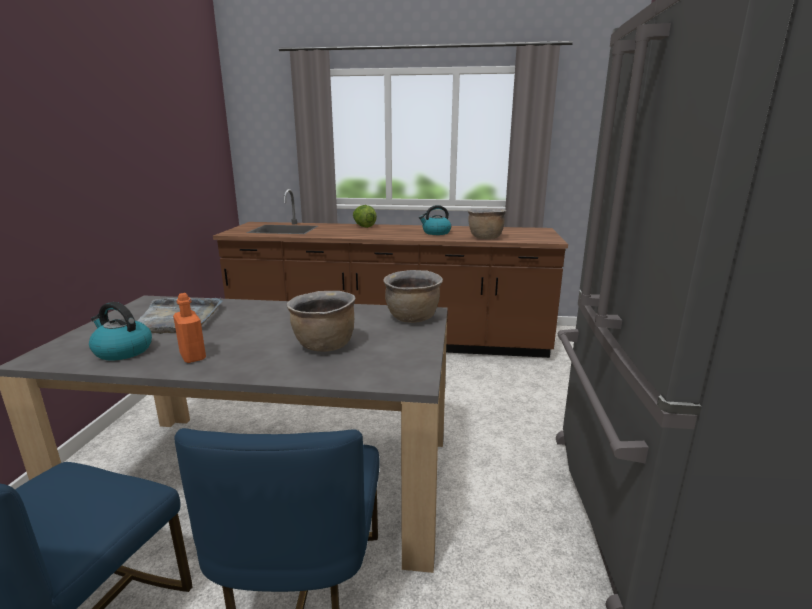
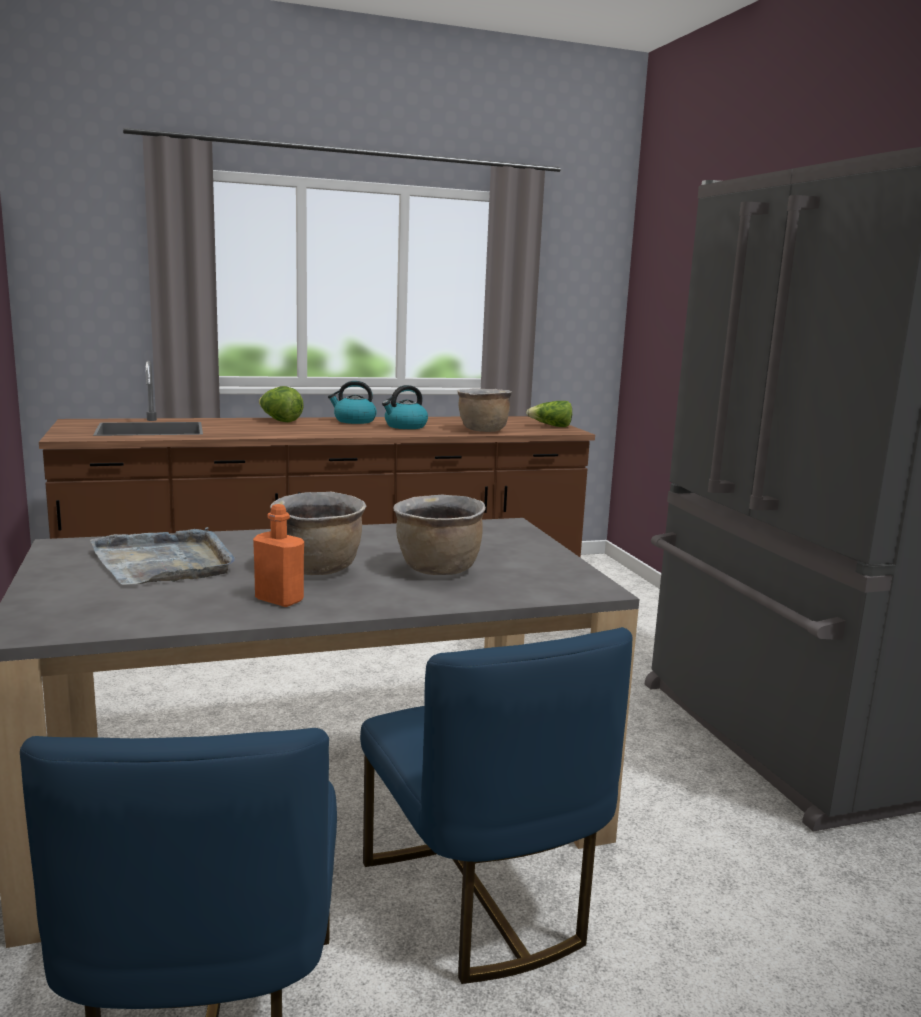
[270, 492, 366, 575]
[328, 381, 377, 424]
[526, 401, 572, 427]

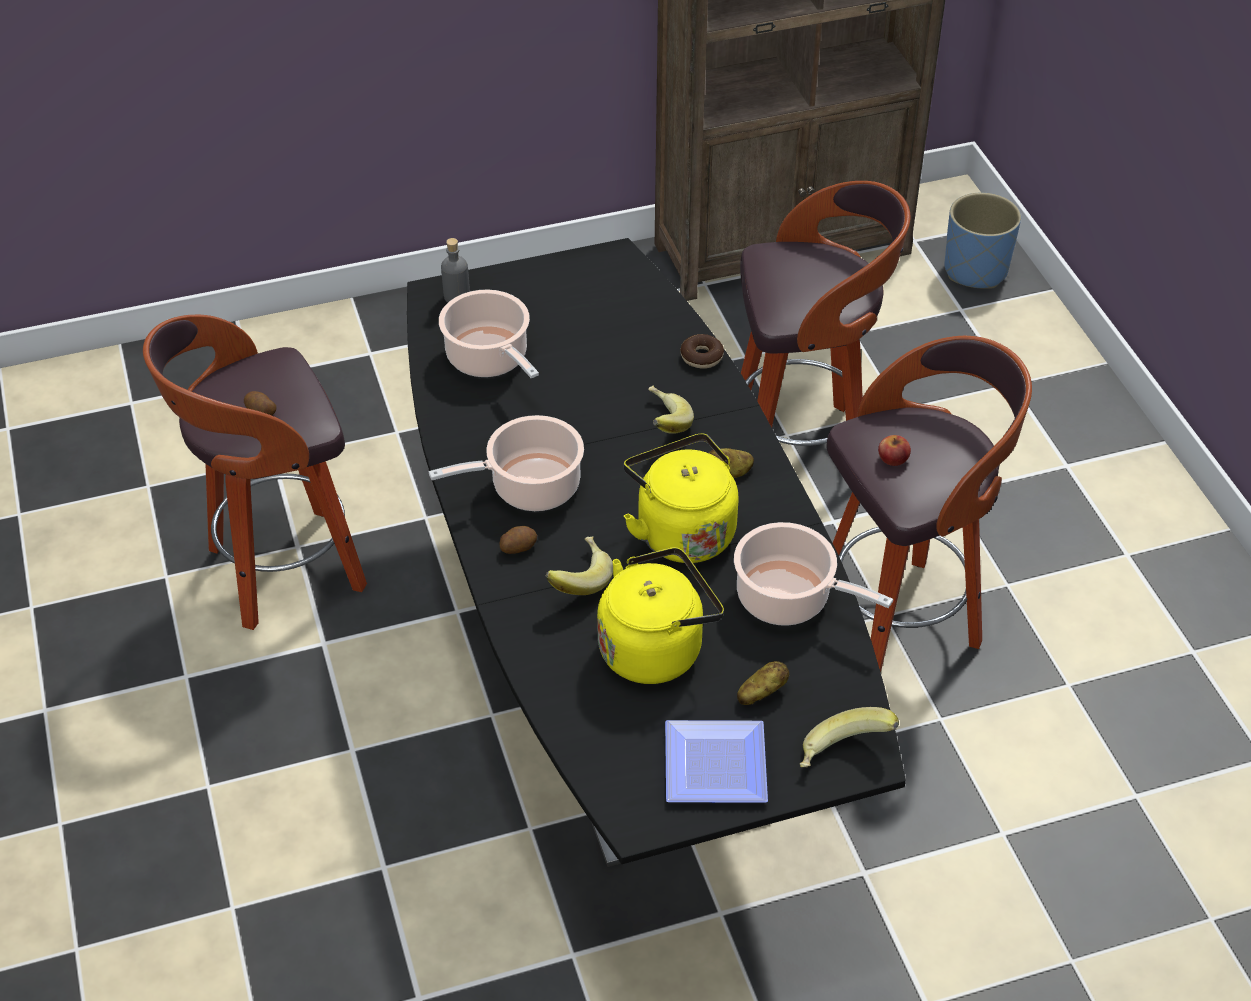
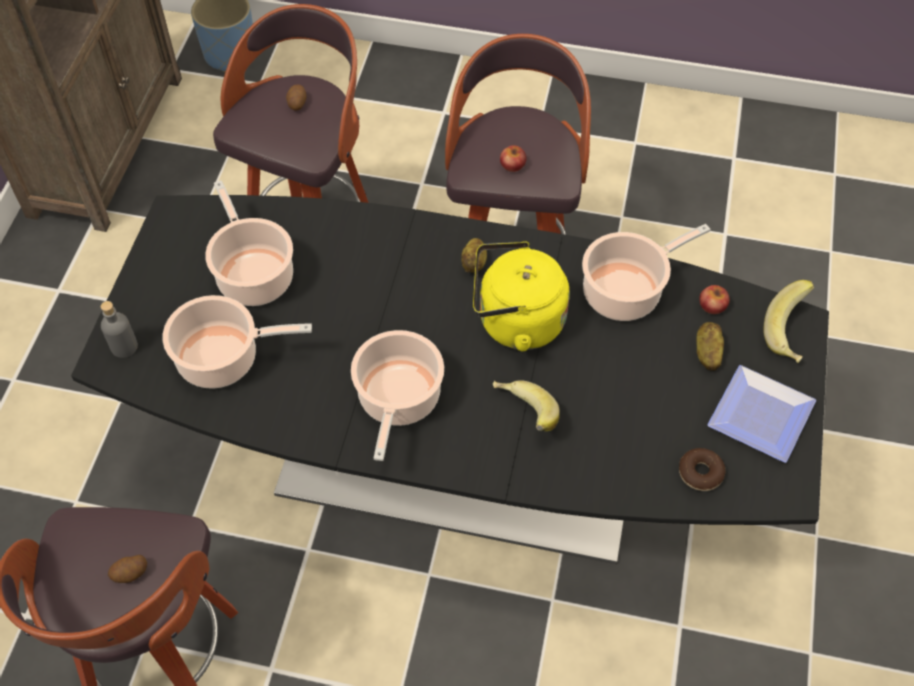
[679, 448, 726, 491]
[648, 386, 694, 434] (first image)
[286, 84, 307, 111]
[597, 547, 724, 684] (first image)
[205, 180, 293, 306]
[699, 285, 730, 314]

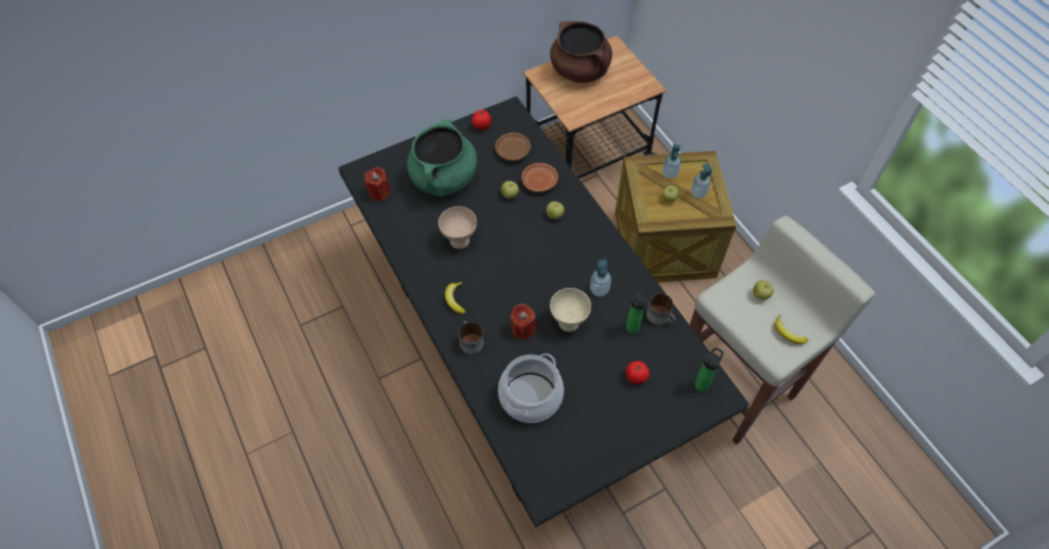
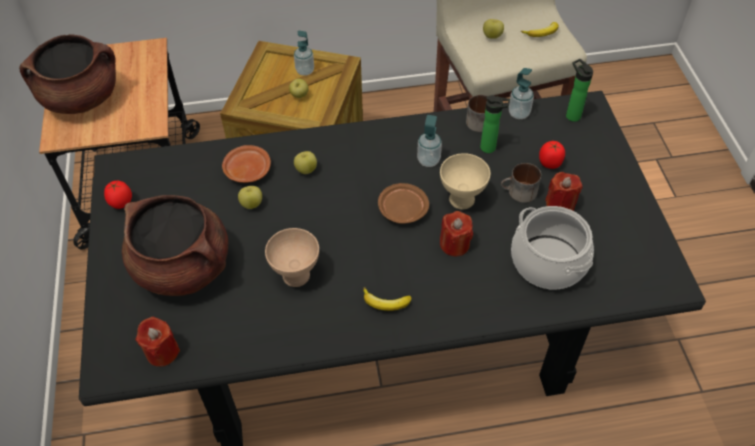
[122, 195, 228, 296]
[378, 183, 429, 224]
[509, 68, 534, 119]
[501, 163, 541, 203]
[545, 172, 583, 211]

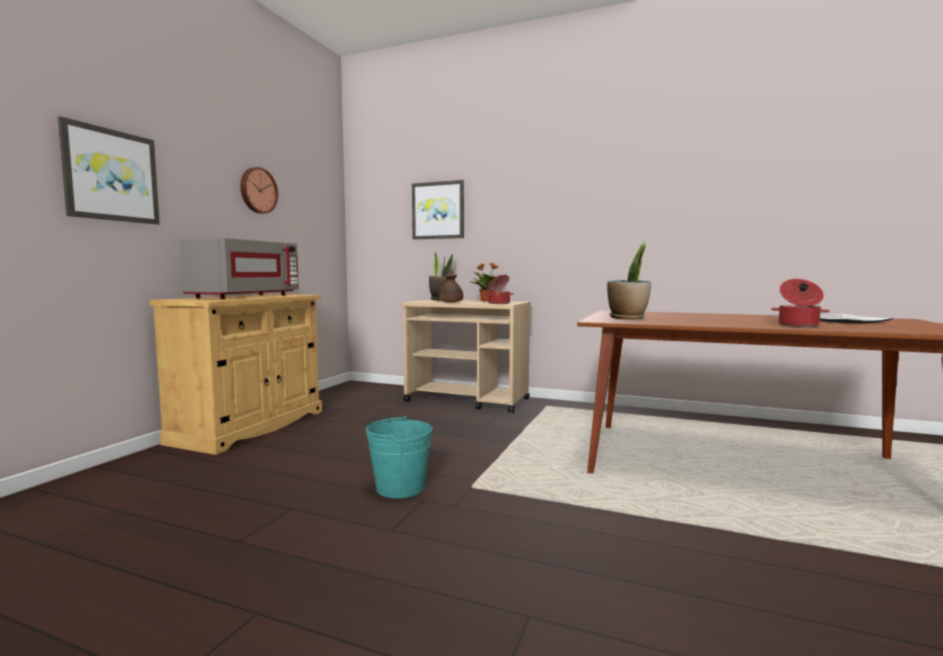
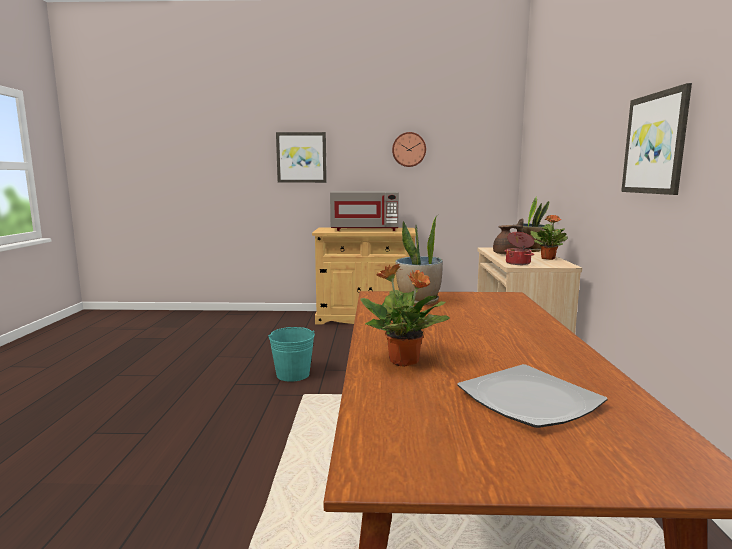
[621, 83, 692, 195]
[361, 264, 450, 367]

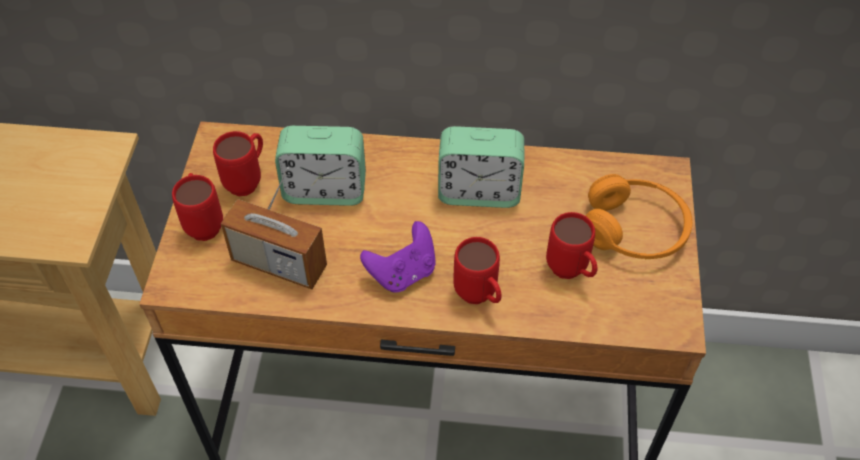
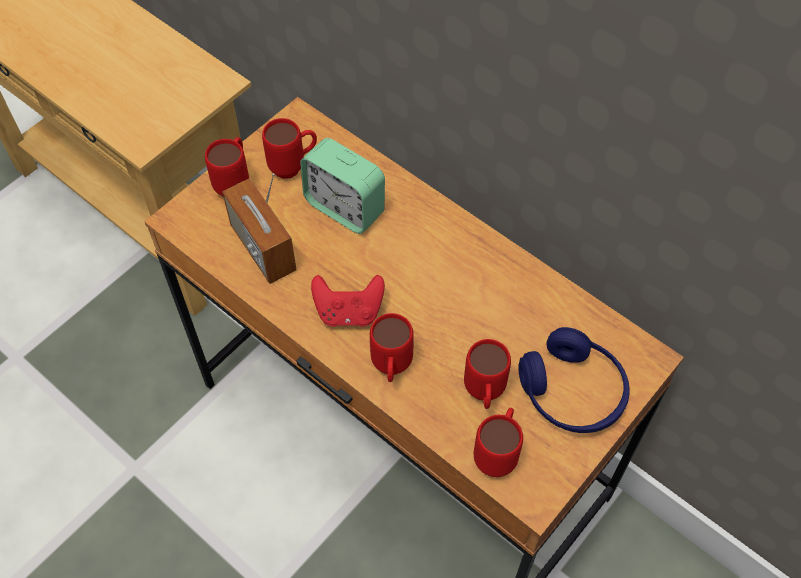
[438, 126, 525, 208] (first image)
[518, 327, 630, 433]
[311, 275, 385, 327]
[474, 408, 523, 477]

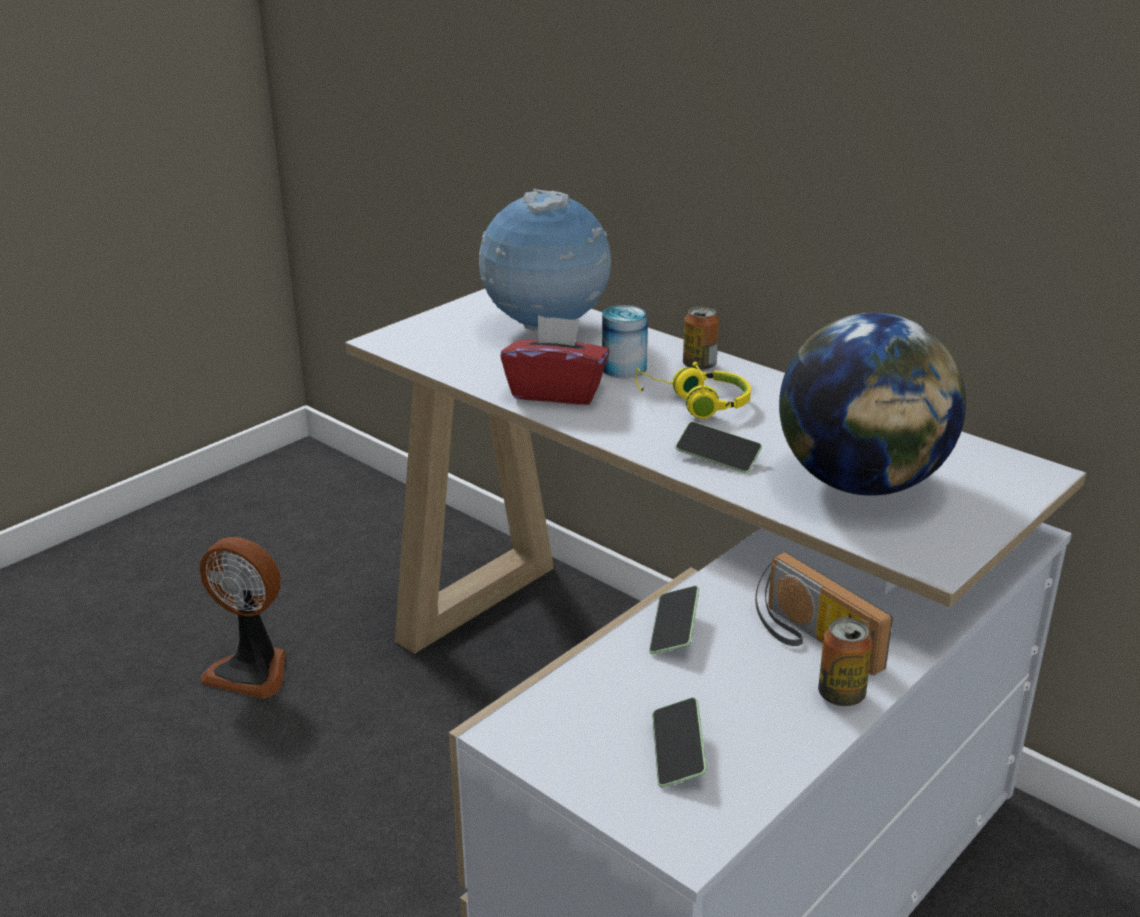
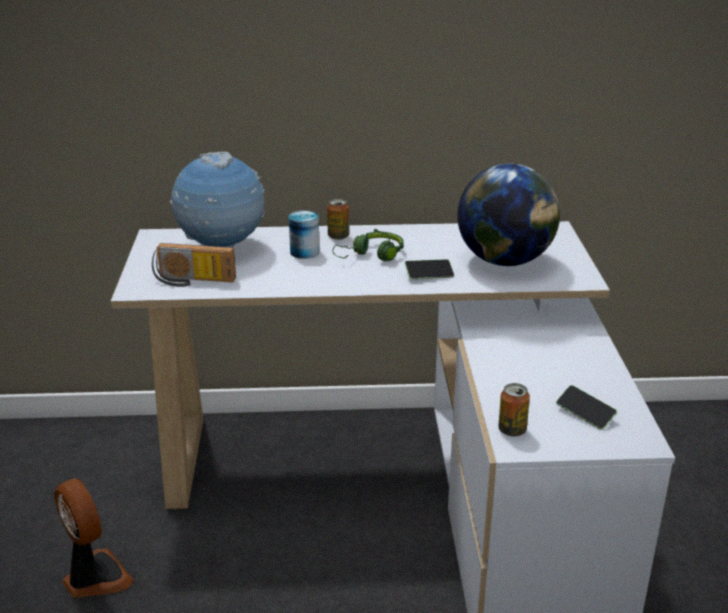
[500, 315, 609, 405] (first image)
[333, 229, 403, 261]
[54, 479, 134, 598]
[152, 243, 236, 287]
[649, 586, 699, 654] (first image)
[498, 383, 530, 437]

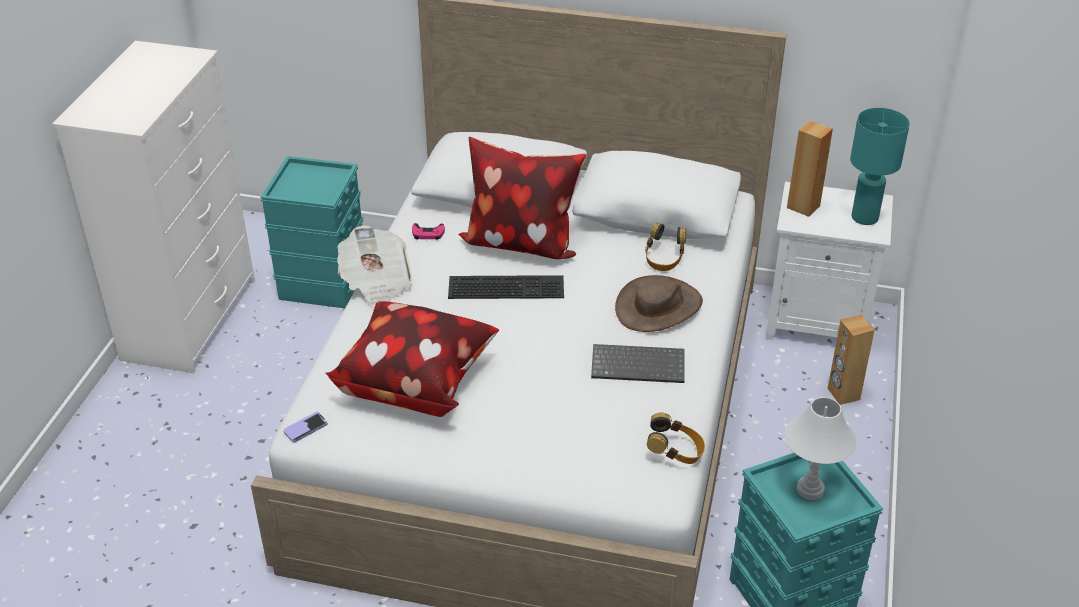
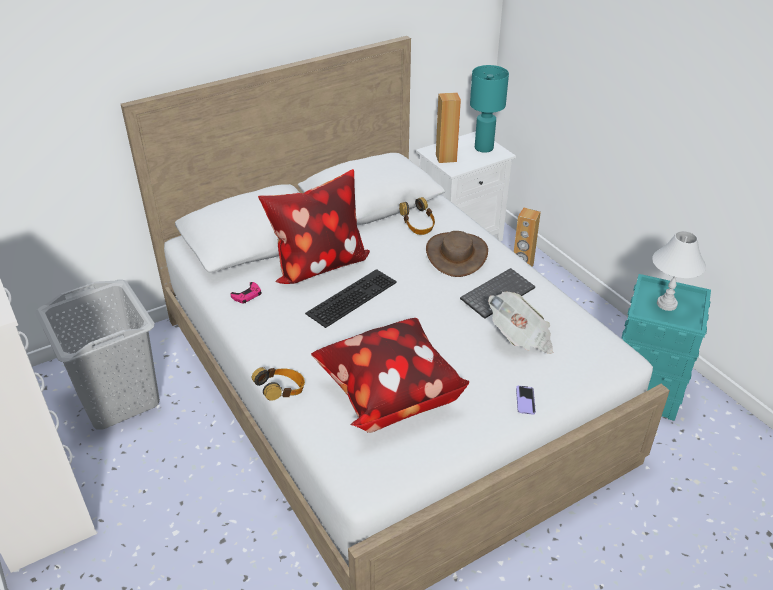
[35, 280, 160, 430]
[488, 292, 553, 354]
[516, 385, 536, 415]
[251, 367, 305, 401]

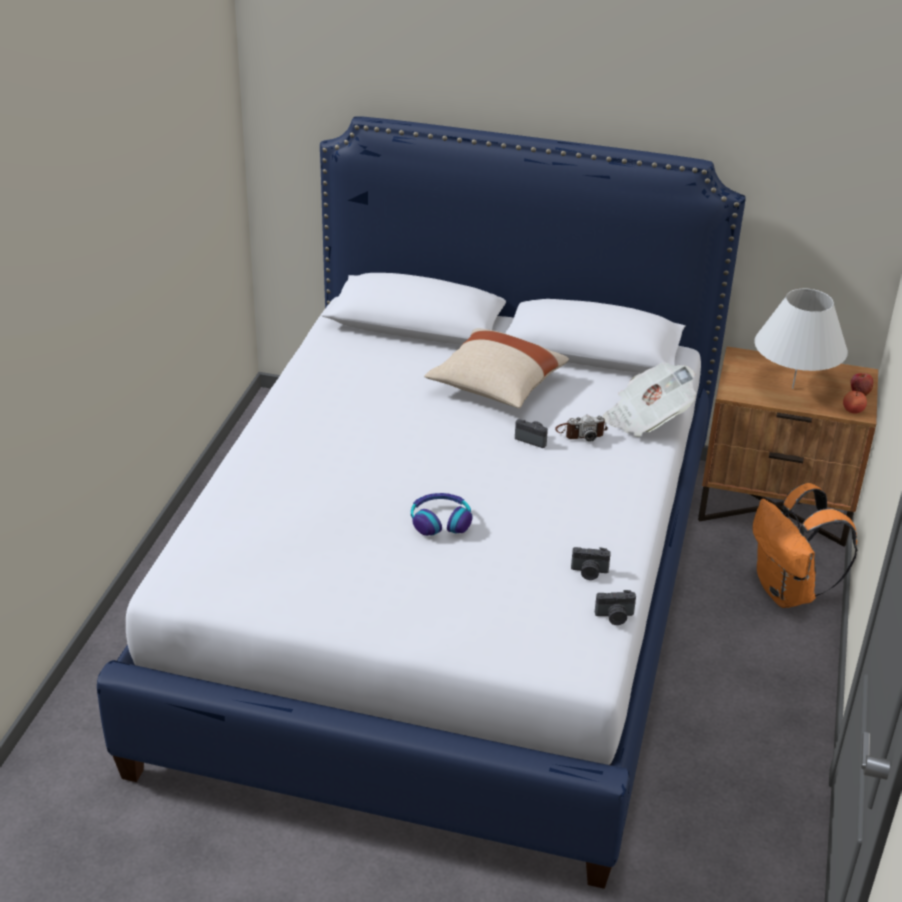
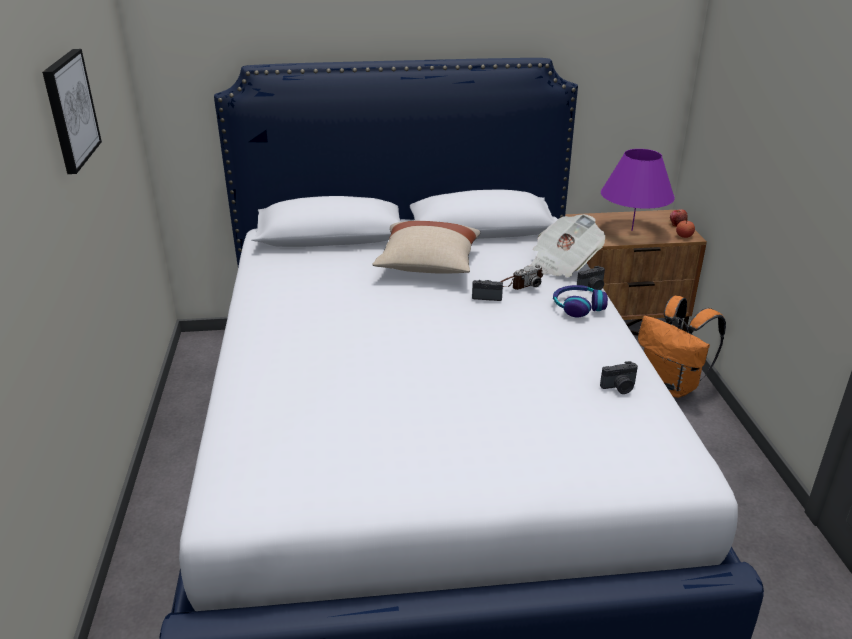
[601, 149, 675, 231]
[553, 285, 608, 318]
[577, 266, 605, 290]
[42, 49, 102, 174]

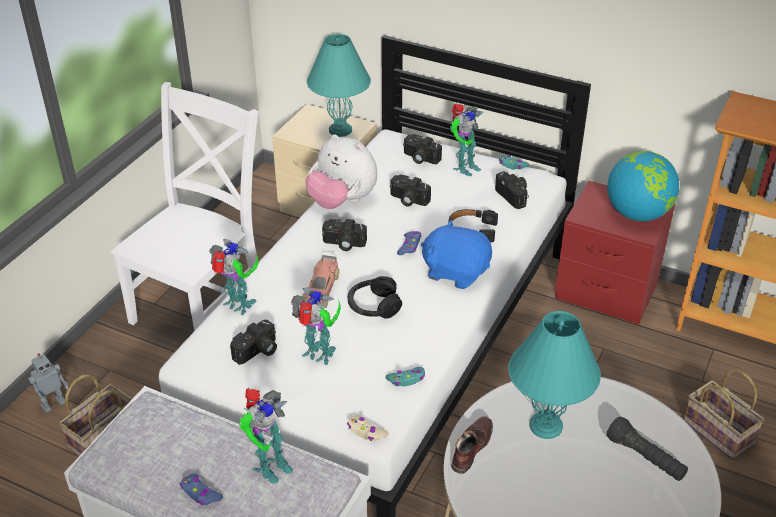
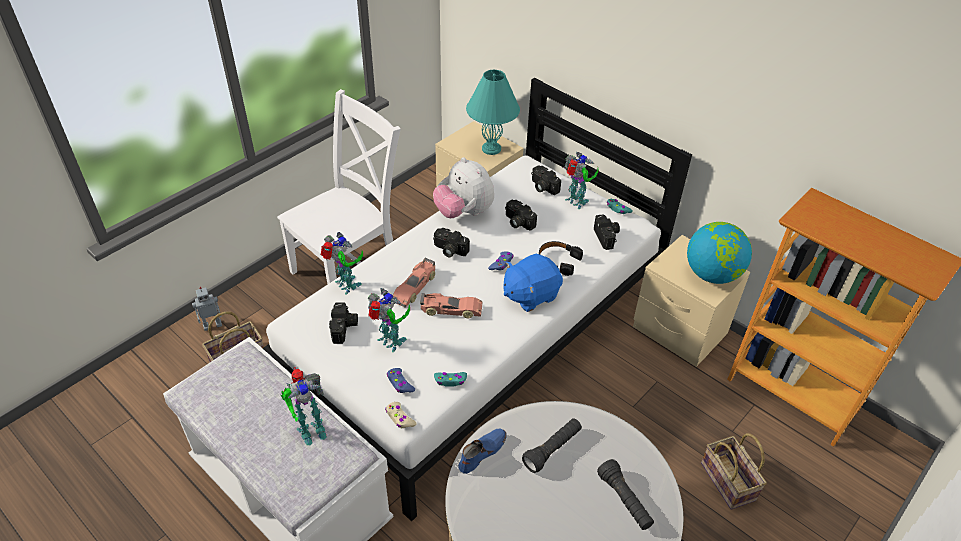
[564, 152, 599, 209]
[633, 235, 750, 367]
[504, 254, 563, 312]
[420, 293, 482, 318]
[522, 418, 582, 473]
[329, 302, 358, 344]
[458, 428, 507, 474]
[387, 368, 415, 393]

